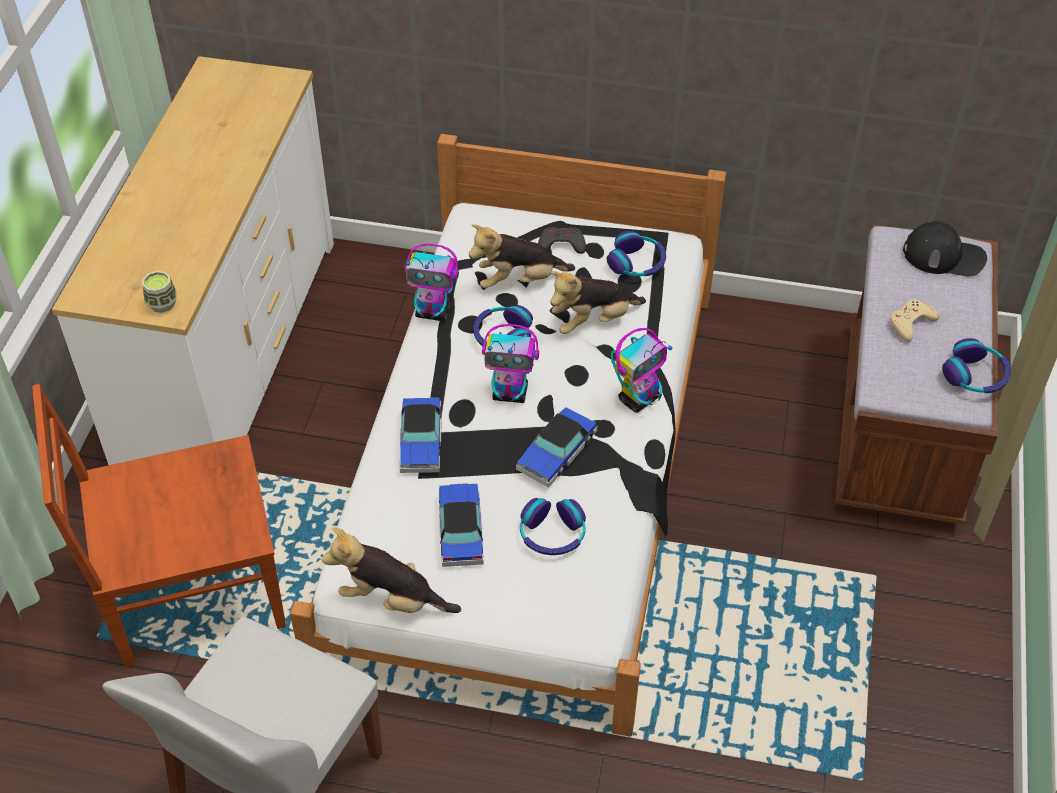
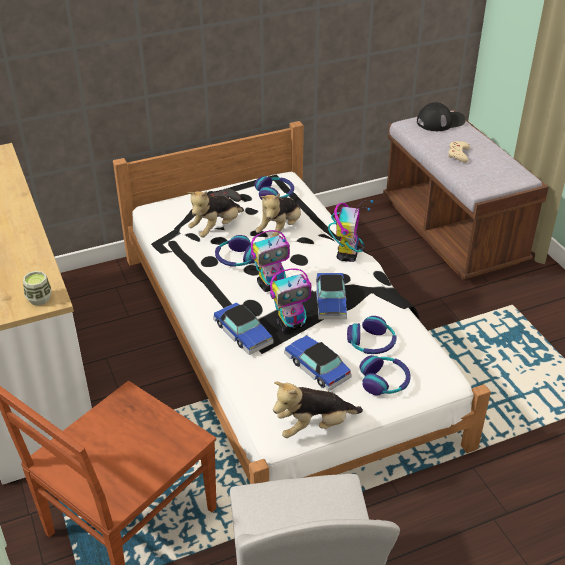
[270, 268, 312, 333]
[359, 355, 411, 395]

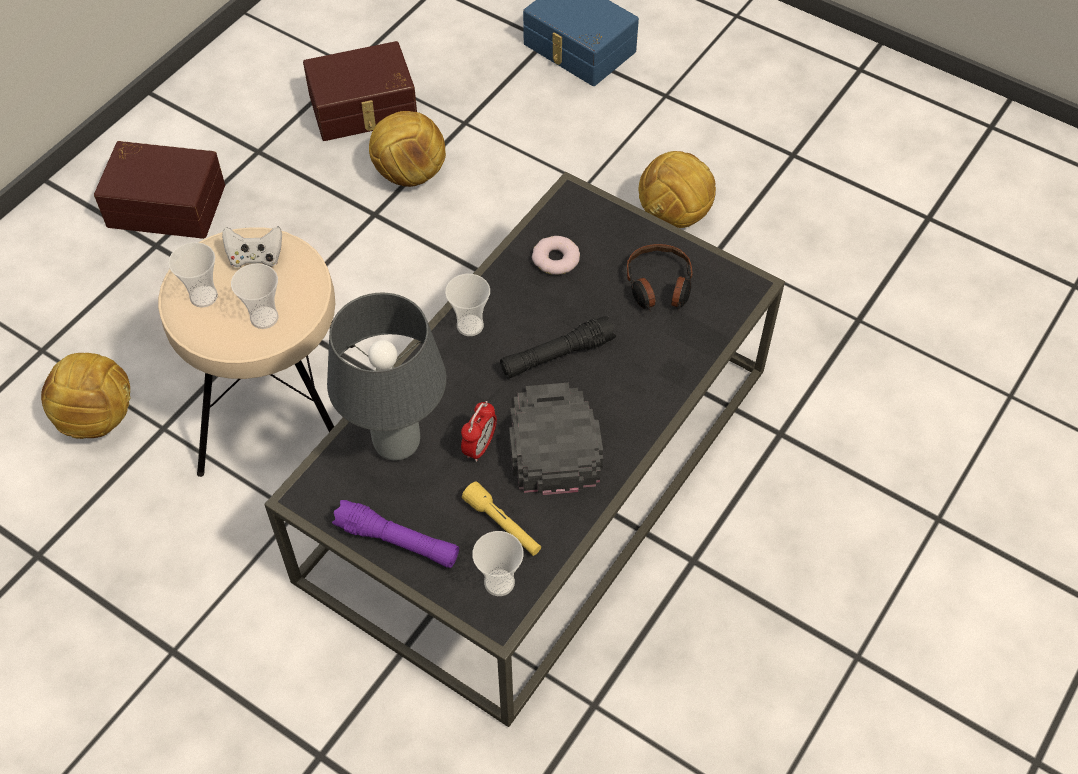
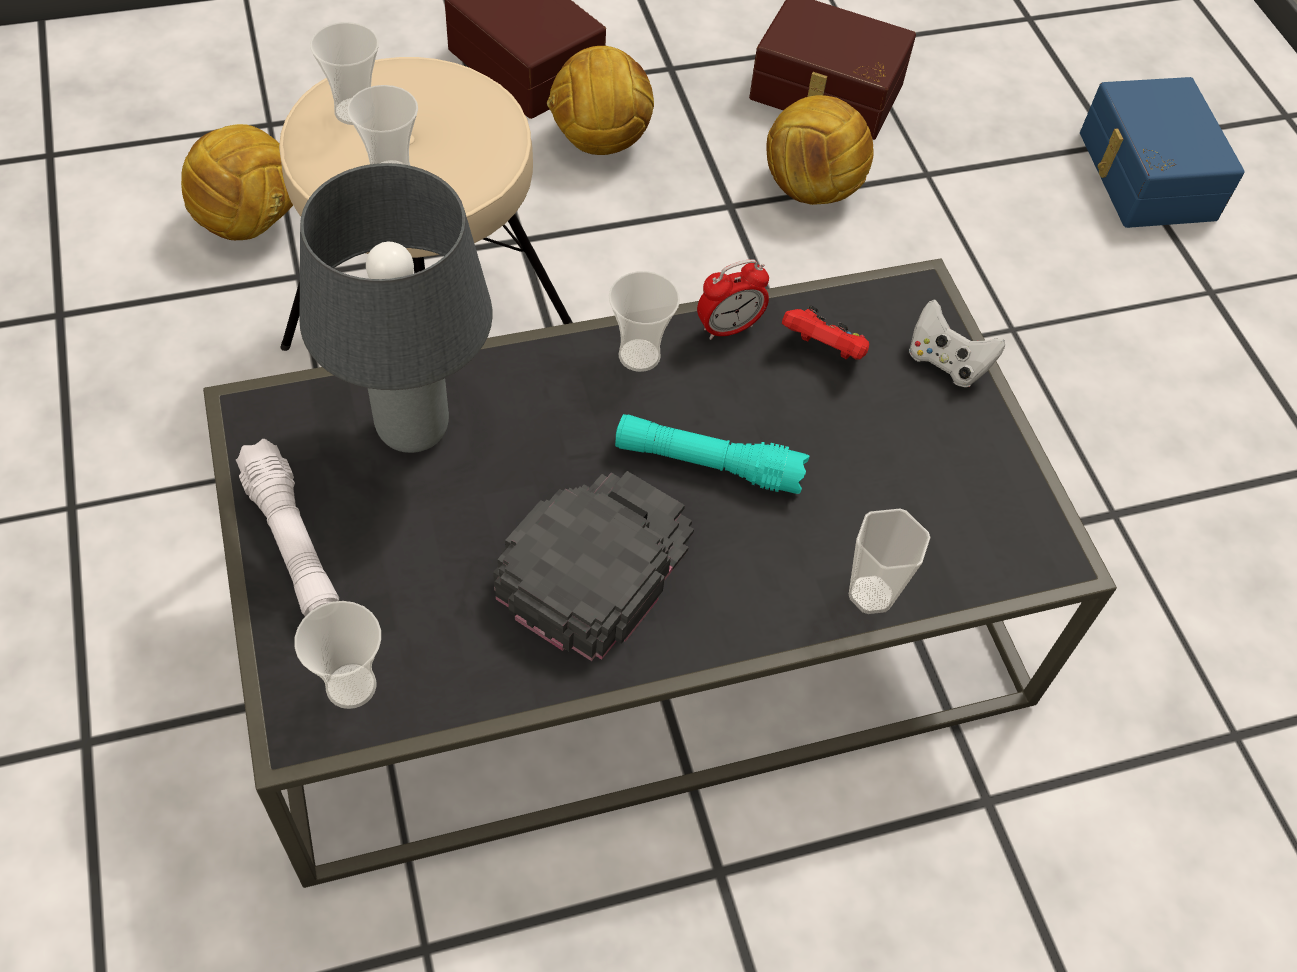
[547, 46, 654, 155]
[909, 299, 1005, 387]
[782, 306, 869, 360]
[627, 244, 693, 312] (first image)
[615, 414, 809, 494]
[697, 259, 769, 340]
[462, 481, 541, 556] (first image)
[236, 439, 339, 616]
[849, 509, 931, 614]

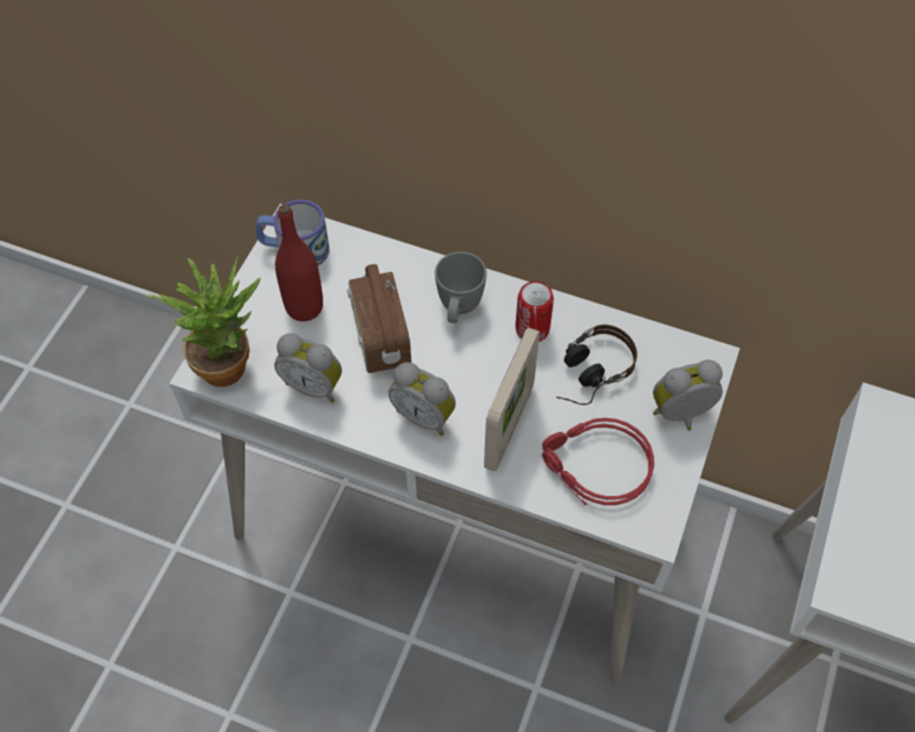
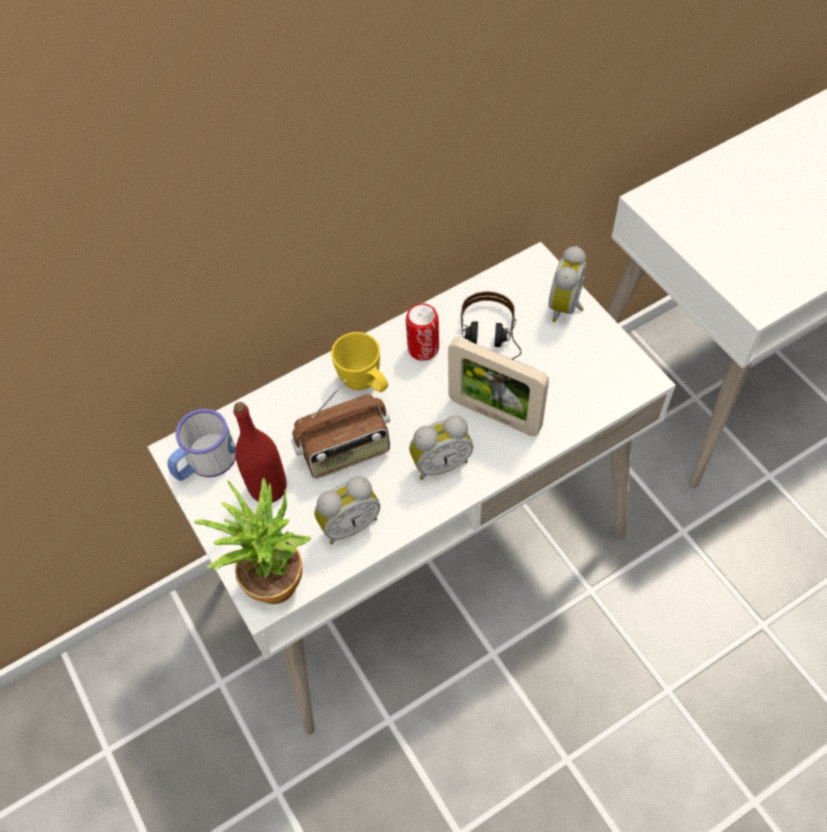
[331, 332, 388, 392]
[291, 380, 390, 478]
[448, 337, 549, 436]
[542, 418, 654, 505] (first image)

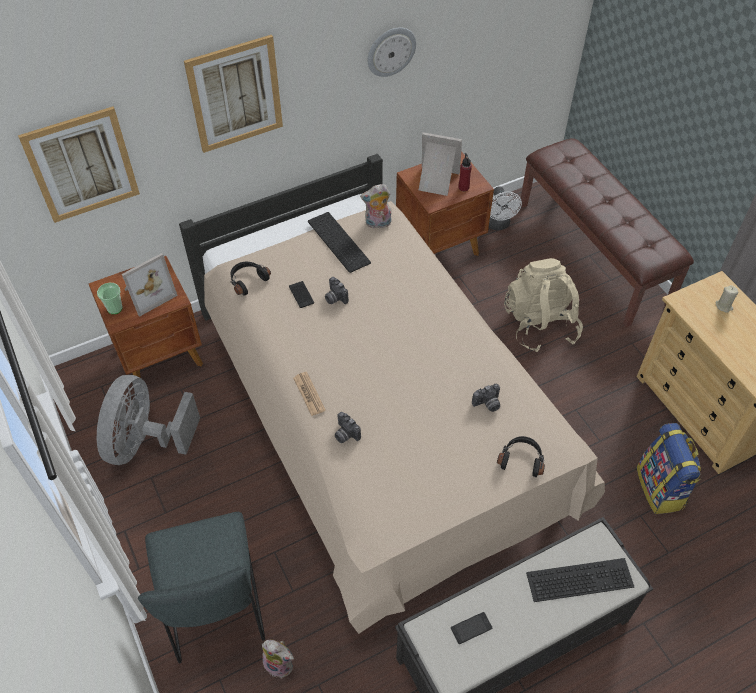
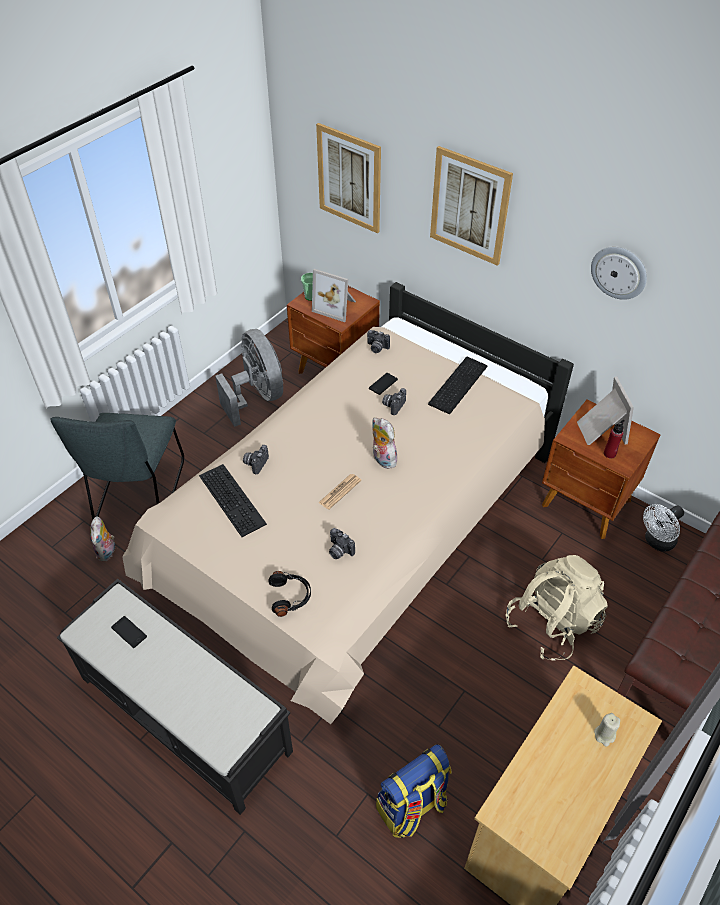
[372, 417, 397, 469]
[367, 330, 390, 353]
[318, 474, 361, 510]
[215, 329, 283, 427]
[50, 413, 184, 519]
[199, 464, 267, 537]

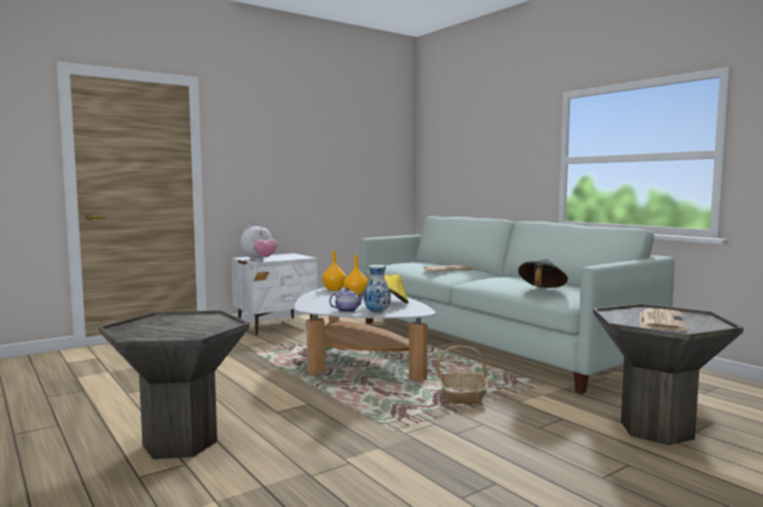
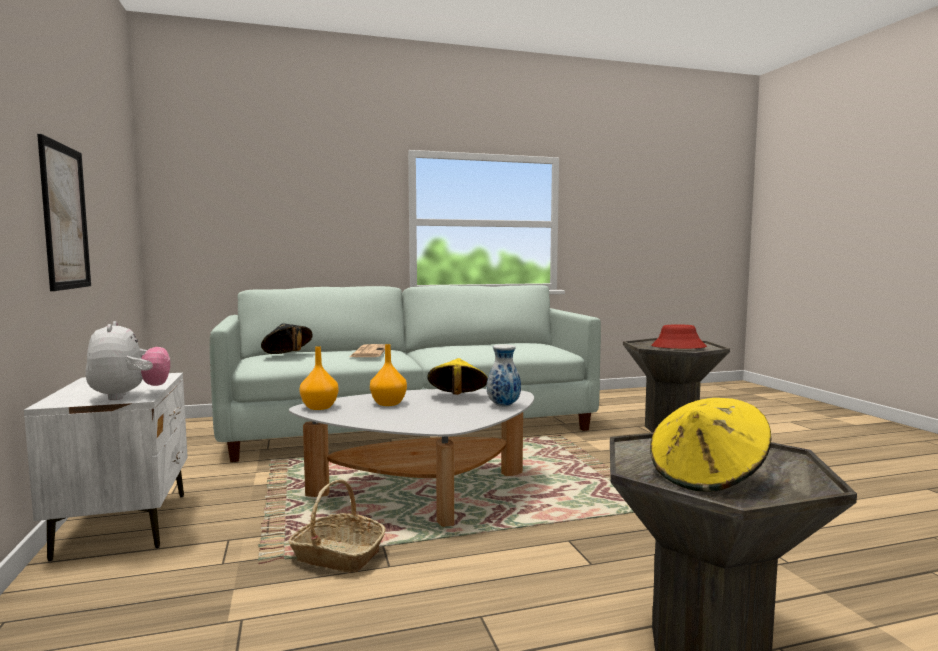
[261, 323, 313, 354]
[329, 288, 364, 312] (first image)
[651, 324, 707, 349]
[288, 479, 385, 573]
[37, 134, 91, 291]
[650, 398, 771, 492]

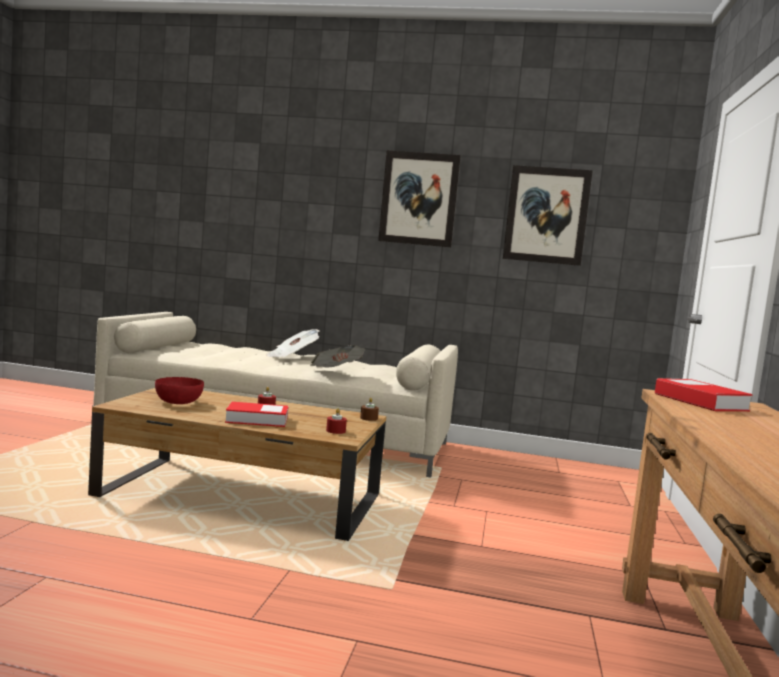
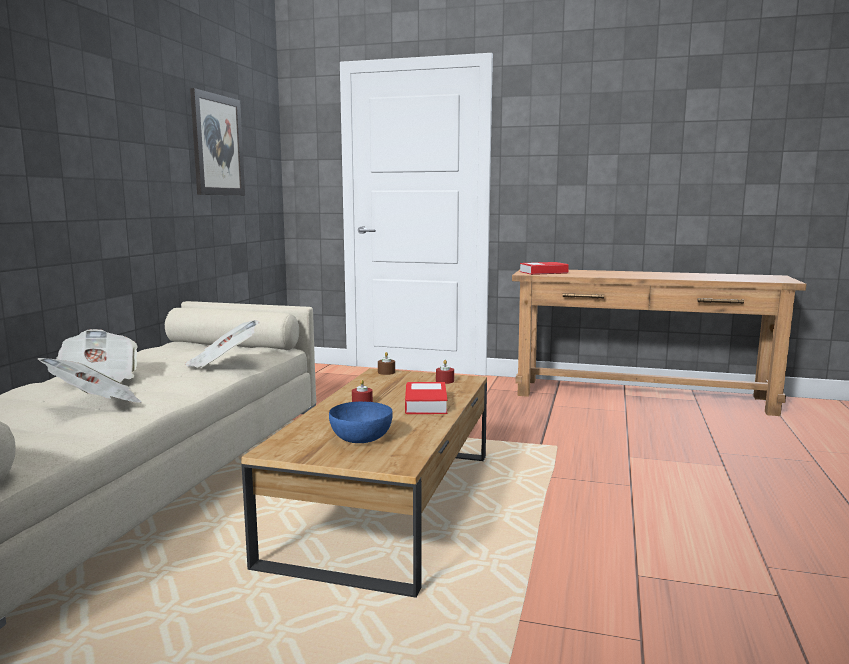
[378, 150, 461, 248] (first image)
[329, 402, 393, 443]
[38, 358, 142, 403]

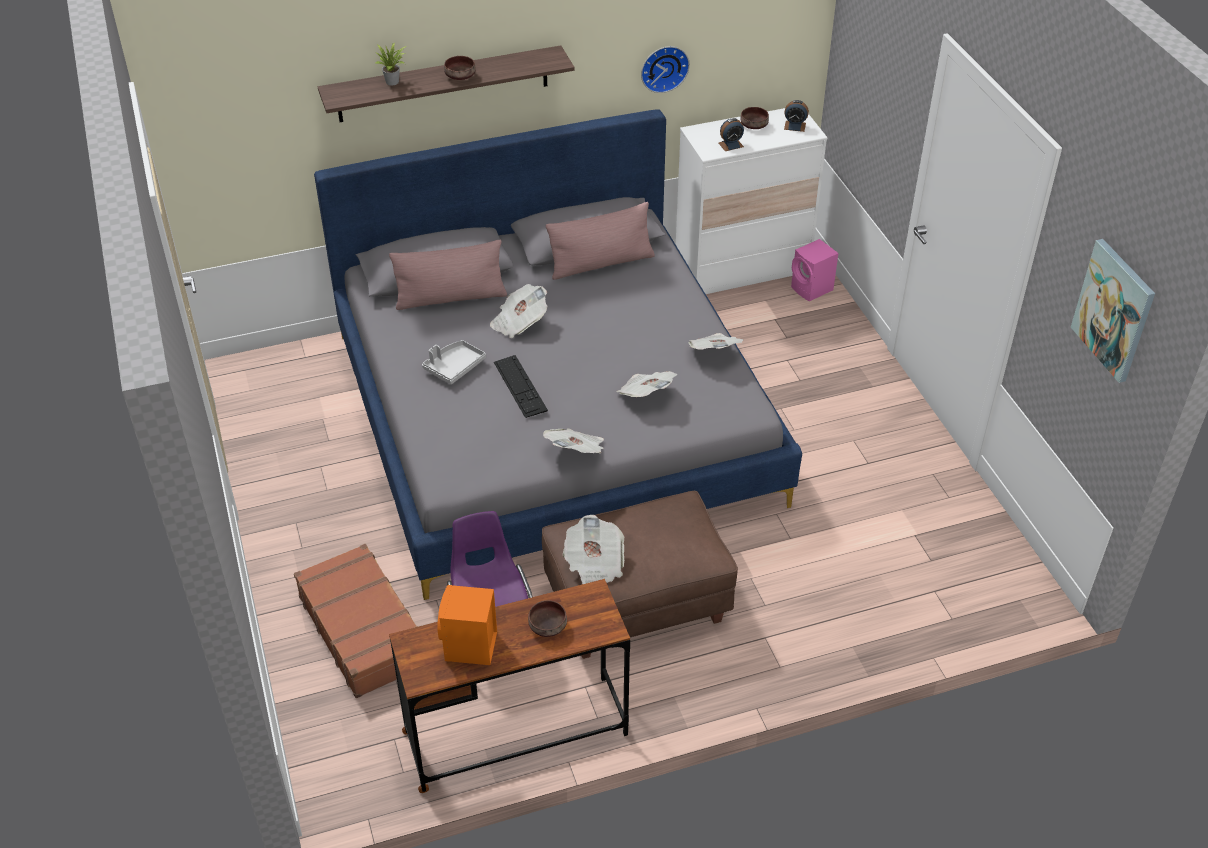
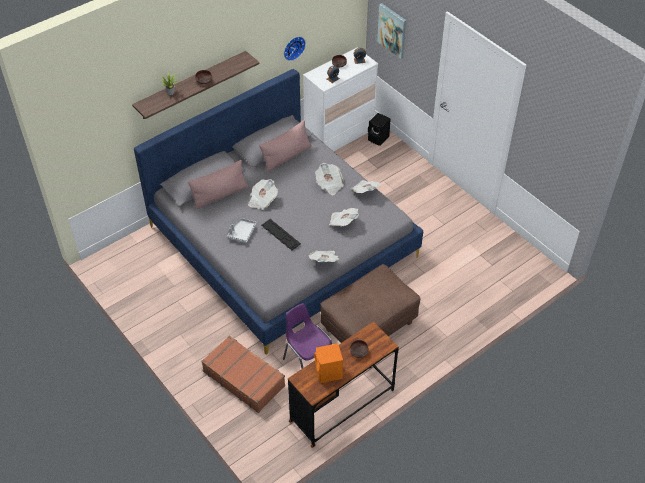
[368, 113, 391, 146]
[377, 3, 406, 59]
[315, 163, 344, 195]

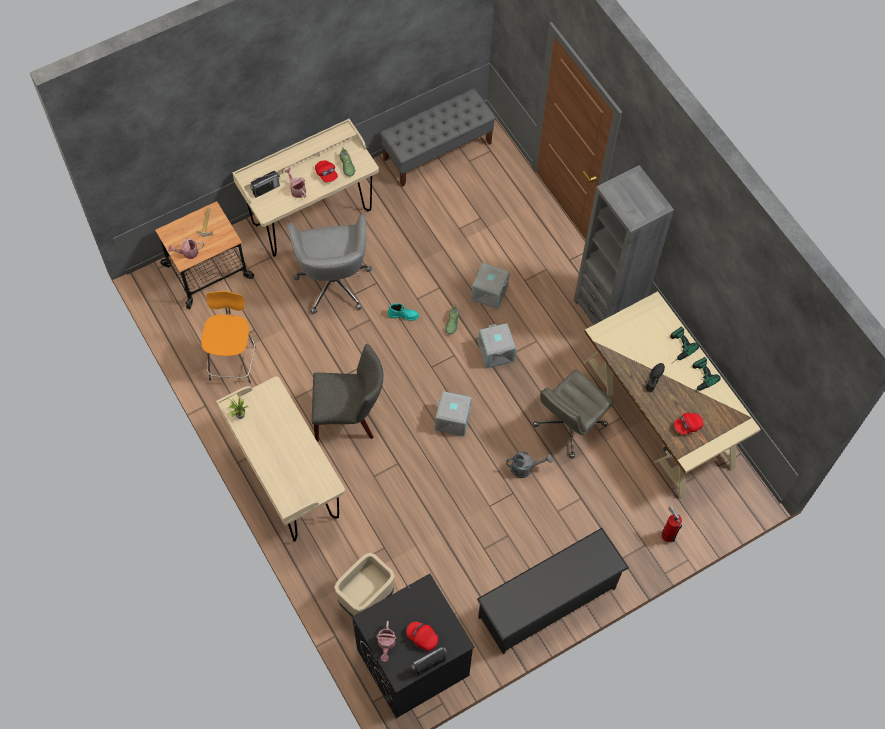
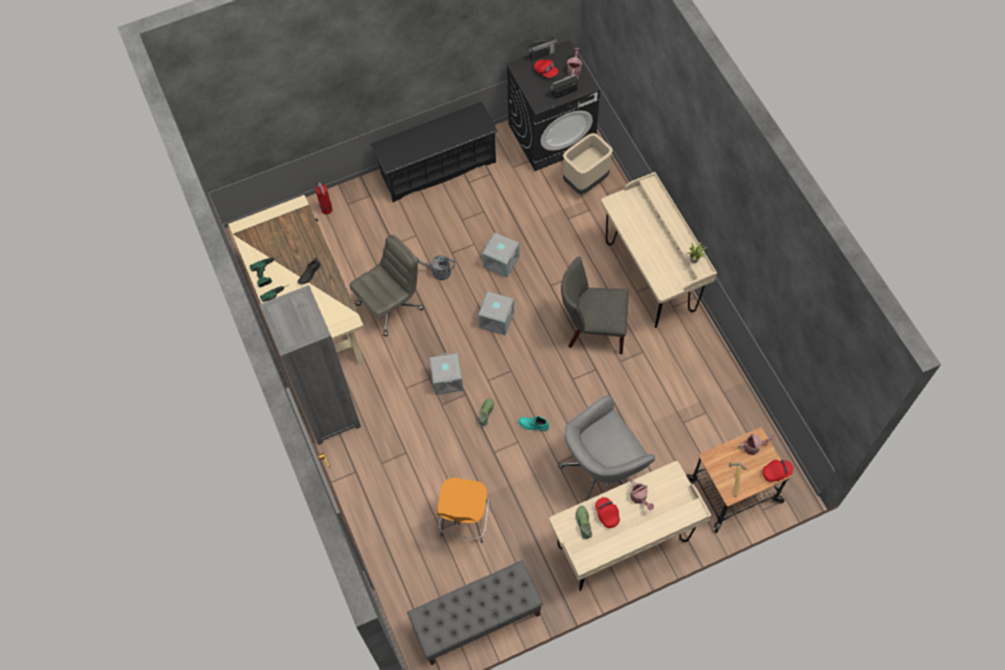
[550, 73, 579, 99]
[557, 395, 655, 501]
[482, 232, 520, 278]
[436, 478, 490, 543]
[762, 460, 793, 482]

